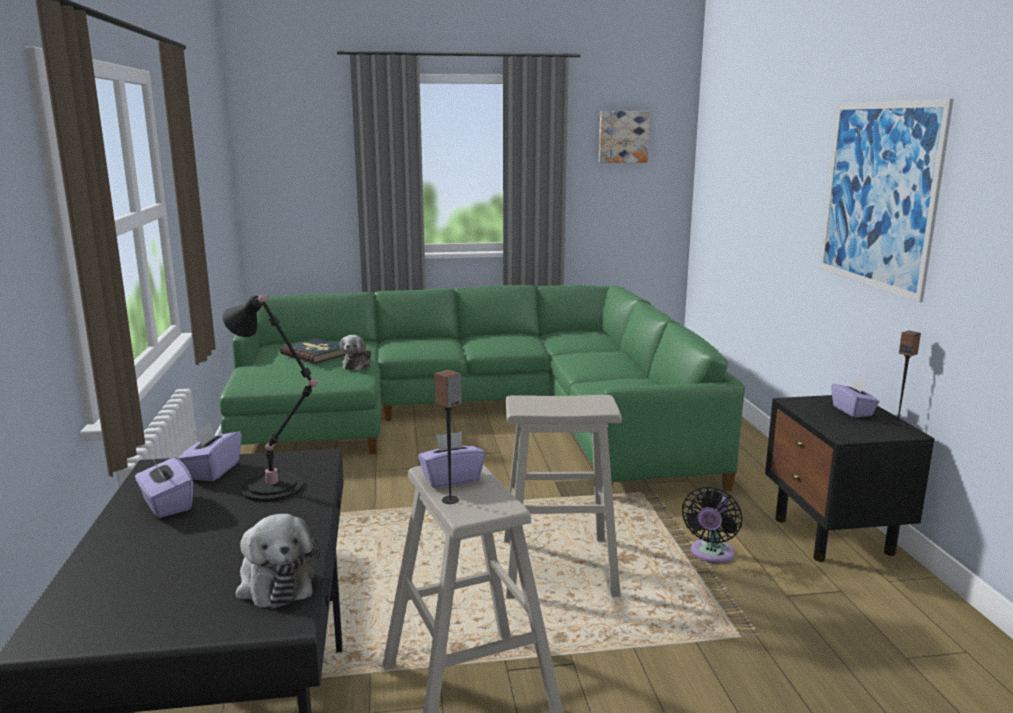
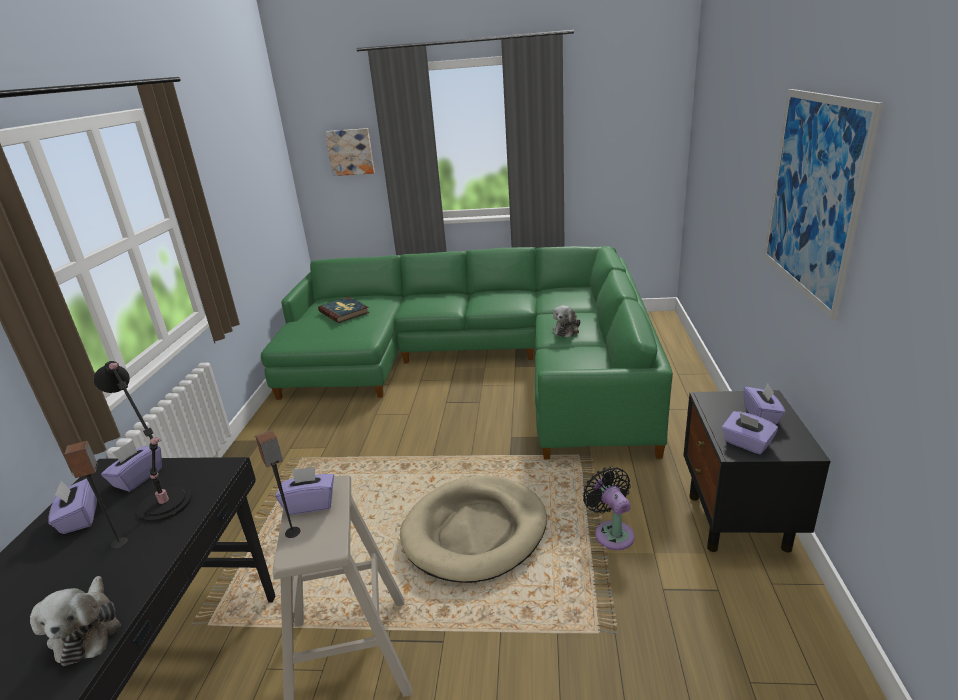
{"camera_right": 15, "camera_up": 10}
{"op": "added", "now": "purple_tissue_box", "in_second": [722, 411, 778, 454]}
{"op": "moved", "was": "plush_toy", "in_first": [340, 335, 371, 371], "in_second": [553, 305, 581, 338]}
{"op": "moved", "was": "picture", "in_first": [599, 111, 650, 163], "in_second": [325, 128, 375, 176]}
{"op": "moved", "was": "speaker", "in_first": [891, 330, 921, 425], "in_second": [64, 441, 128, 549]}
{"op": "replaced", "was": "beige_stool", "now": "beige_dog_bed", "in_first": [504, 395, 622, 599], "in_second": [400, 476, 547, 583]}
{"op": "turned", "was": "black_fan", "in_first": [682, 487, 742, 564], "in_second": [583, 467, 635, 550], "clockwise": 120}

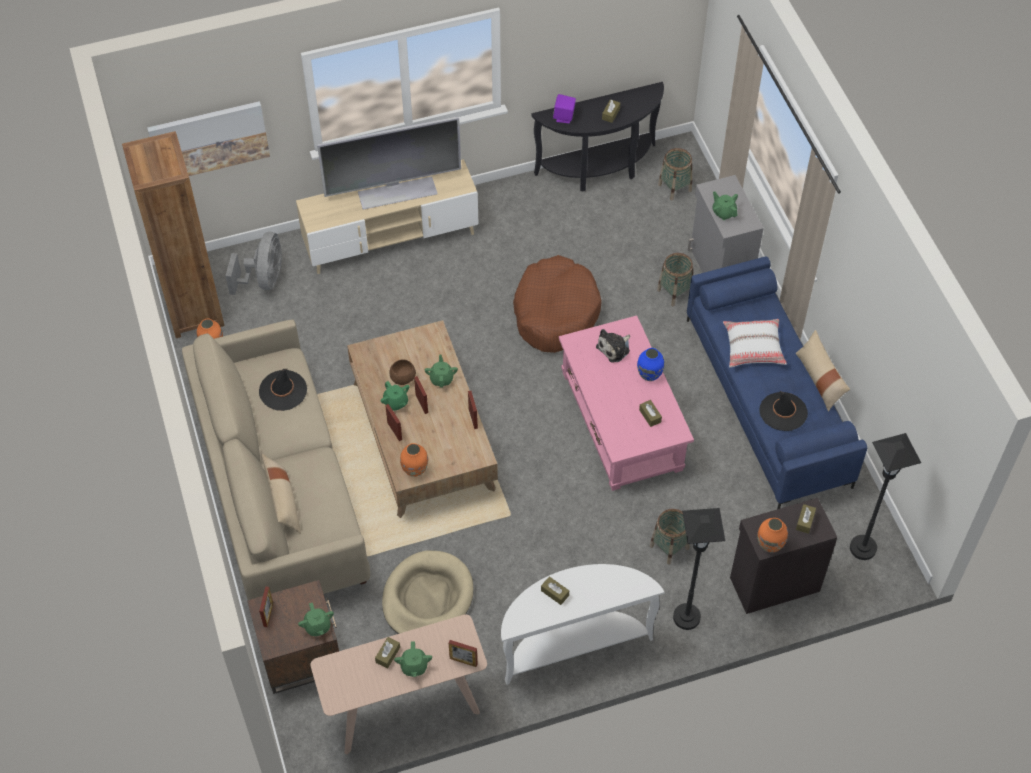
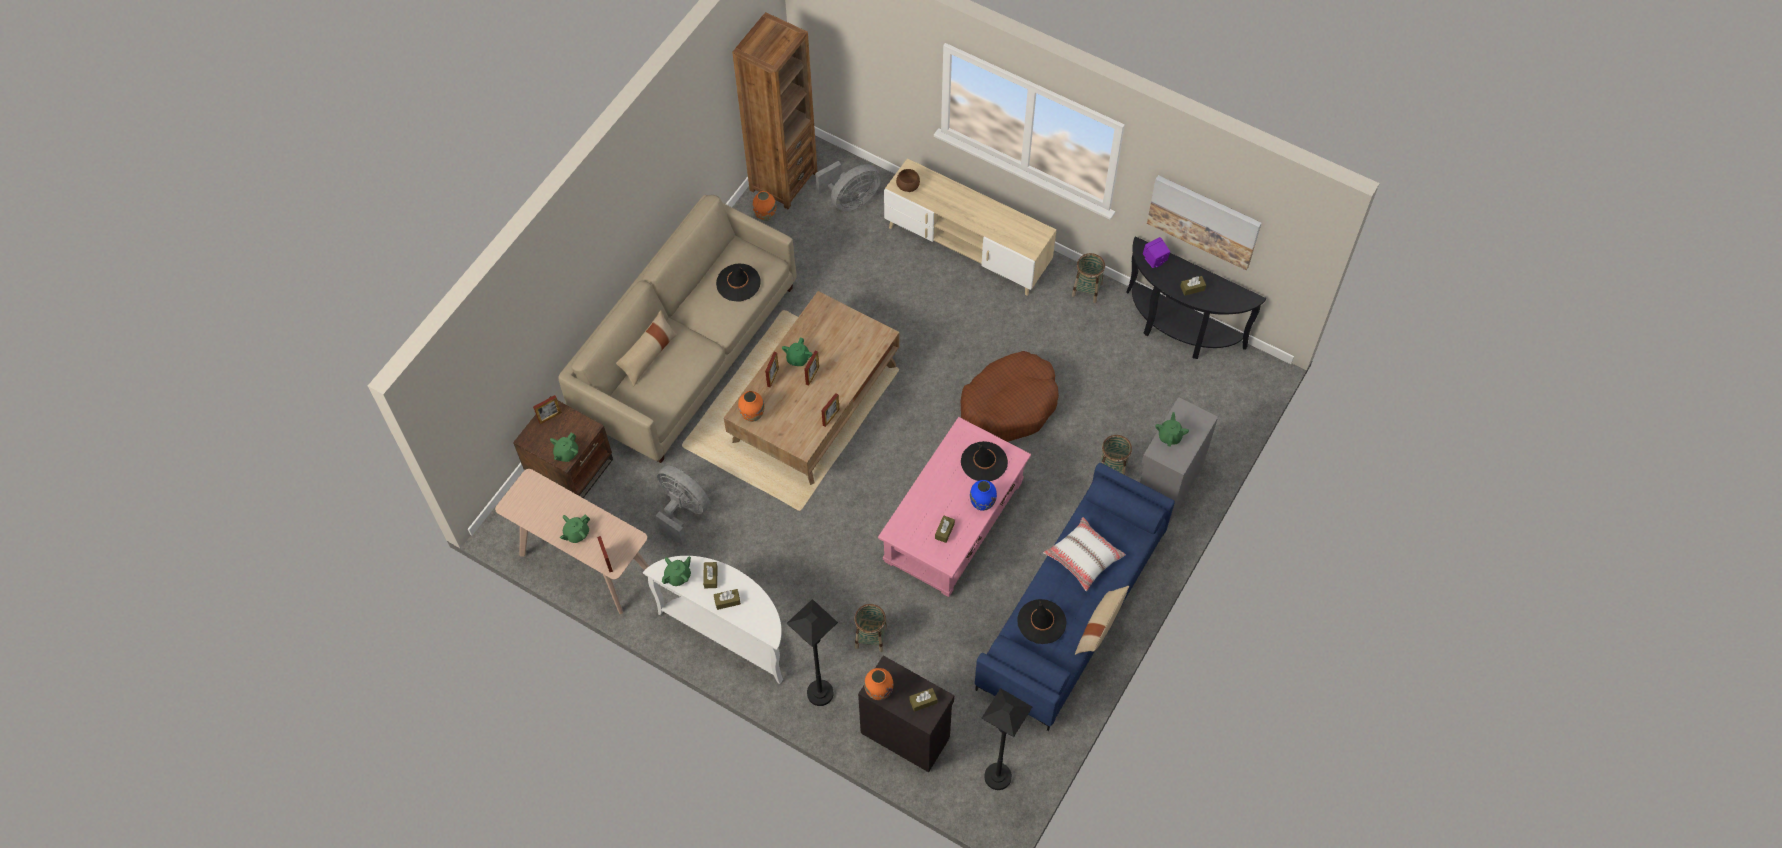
{"camera_right": 50, "camera_up": 5}
{"op": "removed", "was": "television", "in_first": [317, 117, 461, 210]}
{"op": "moved", "was": "picture", "in_first": [147, 101, 270, 176], "in_second": [1147, 175, 1261, 270]}
{"op": "moved", "was": "brown_tissue_box", "in_first": [375, 637, 400, 668], "in_second": [714, 589, 741, 610]}
{"op": "moved", "was": "brown_bowl", "in_first": [389, 359, 416, 385], "in_second": [896, 169, 920, 192]}
{"op": "moved", "was": "green_teapot", "in_first": [425, 354, 458, 387], "in_second": [662, 556, 691, 586]}
{"op": "moved", "was": "basket", "in_first": [658, 148, 692, 200], "in_second": [1072, 253, 1105, 303]}
{"op": "replaced", "was": "beige_dog_bed", "now": "grey_fan", "in_first": [382, 551, 474, 634], "in_second": [656, 465, 710, 546]}
{"op": "replaced", "was": "plush_toy", "now": "black_hat", "in_first": [596, 329, 630, 363], "in_second": [961, 441, 1008, 481]}

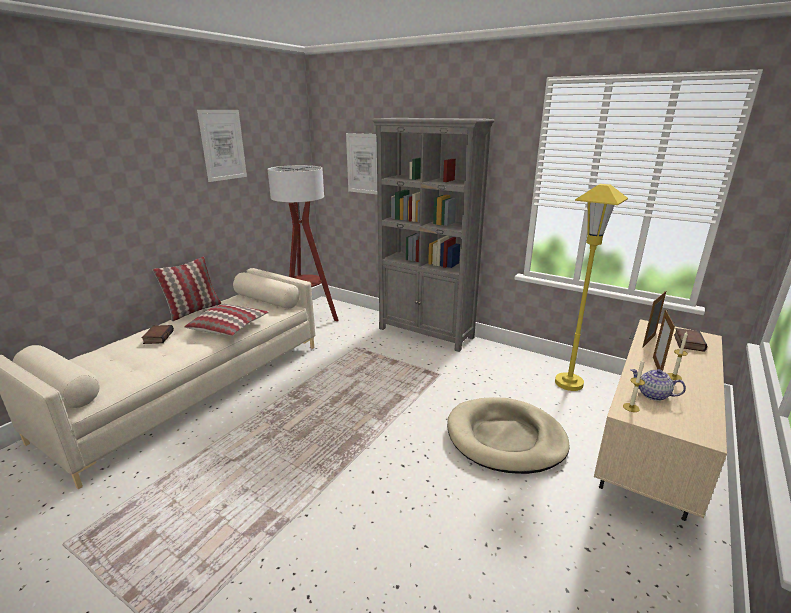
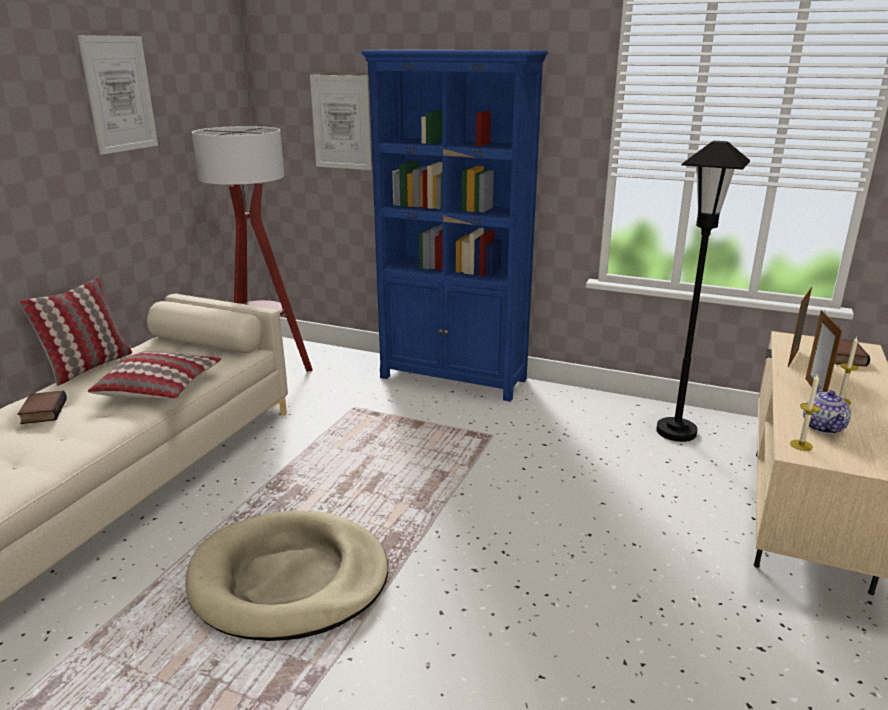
{"camera_right": -10, "camera_up": 0}
{"op": "moved", "was": "beige_dog_bed", "in_first": [447, 397, 570, 474], "in_second": [185, 510, 388, 641]}
{"op": "recoloured", "was": "grey_bookcase", "now": "blue_bookcase", "in_first": [372, 118, 495, 352], "in_second": [361, 50, 548, 402]}
{"op": "recoloured", "was": "yellow_floor_lamp", "now": "black_floor_lamp", "in_first": [555, 184, 628, 391], "in_second": [656, 141, 750, 442]}
{"op": "turned", "was": "teapot", "in_first": [630, 369, 686, 401], "in_second": [803, 387, 851, 434], "clockwise": -105}

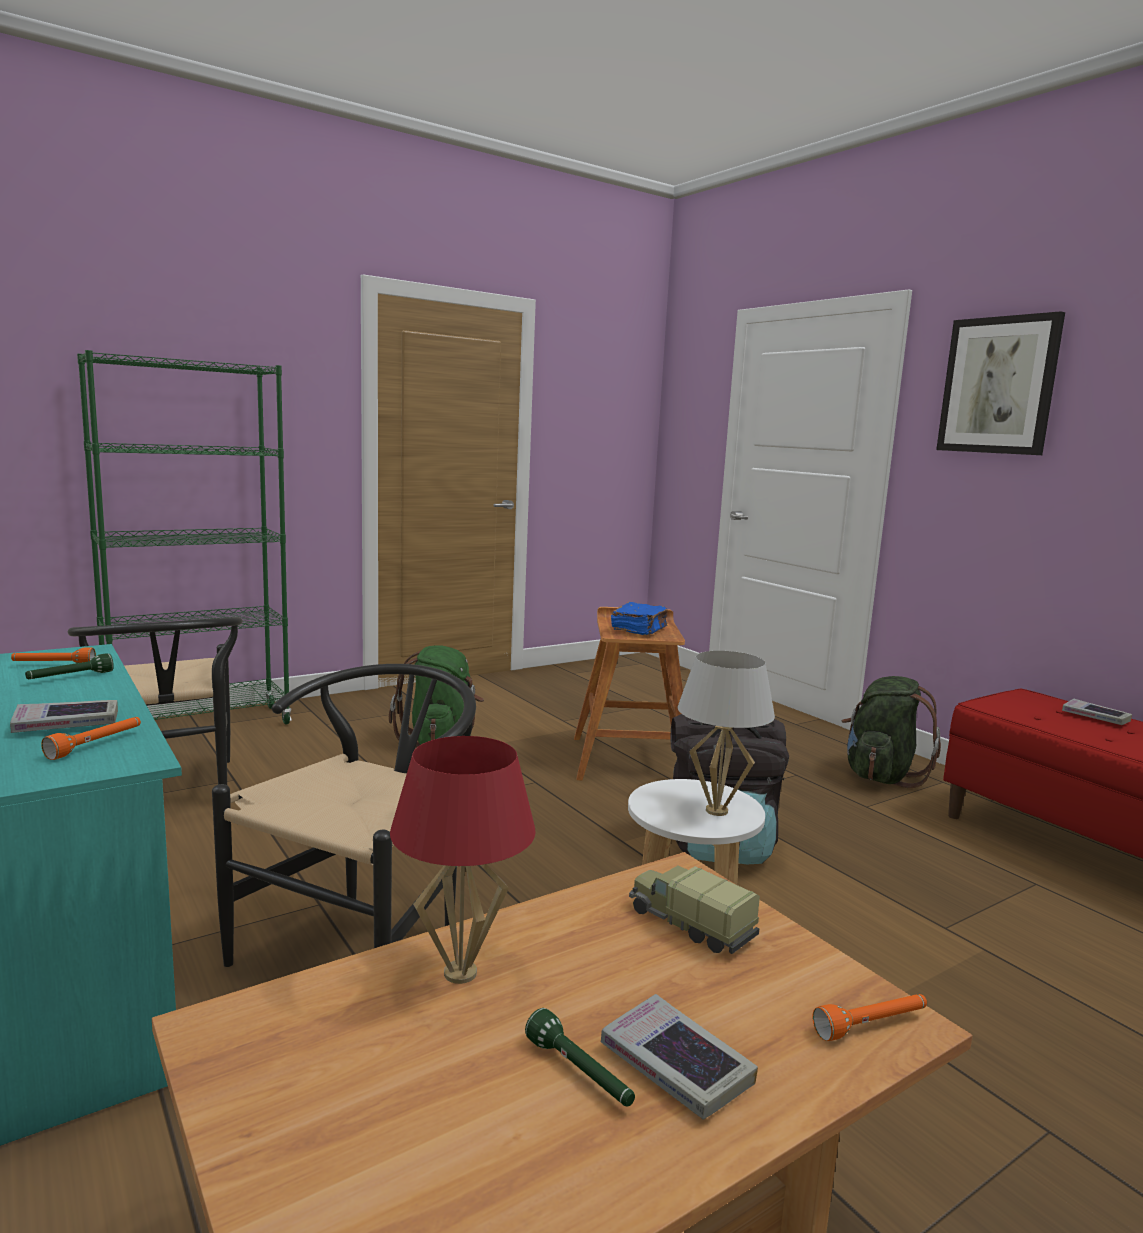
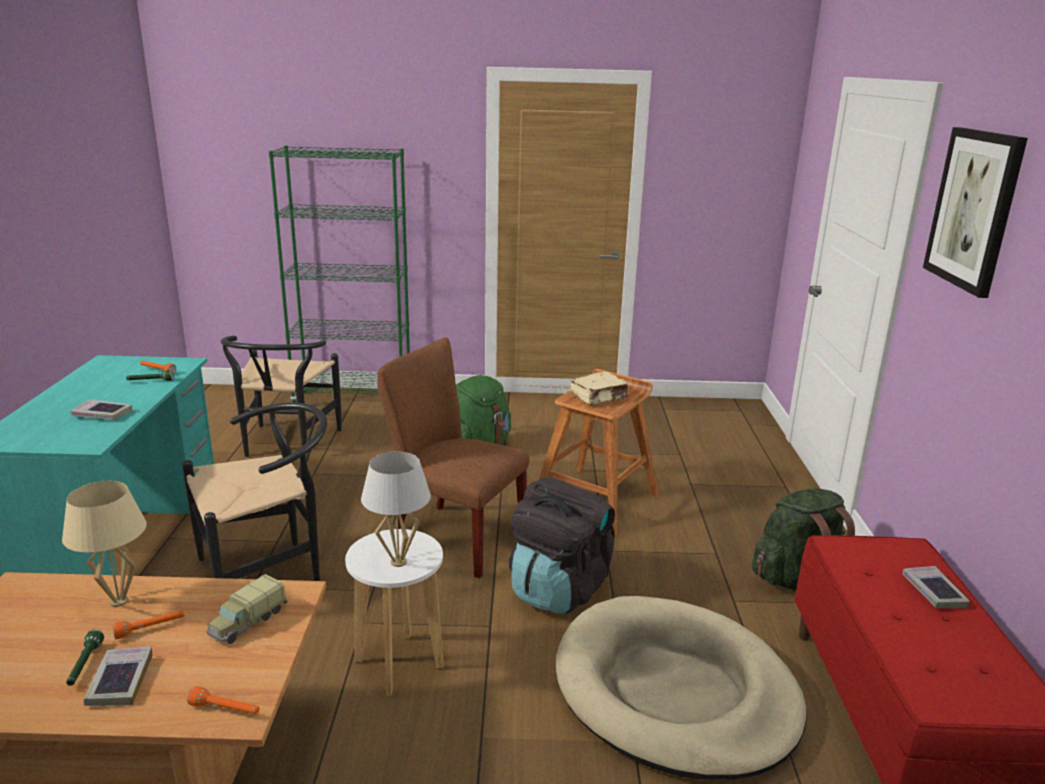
{"camera_right": 35, "camera_up": 10}
{"op": "added", "now": "brown_chair", "in_second": [377, 338, 530, 579]}
{"op": "added", "now": "beige_dog_bed", "in_second": [556, 596, 807, 780]}
{"op": "moved", "was": "orange_flashlight", "in_first": [41, 717, 141, 760], "in_second": [113, 610, 185, 640]}
{"op": "recoloured", "was": "red_table_lamp", "now": "beige_table_lamp", "in_first": [390, 736, 536, 984], "in_second": [62, 481, 147, 607]}
{"op": "recoloured", "was": "blue_book", "now": "beige_book", "in_first": [611, 602, 668, 635], "in_second": [570, 371, 628, 405]}
{"op": "turned", "was": "toy_truck", "in_first": [629, 866, 760, 954], "in_second": [206, 574, 287, 644], "clockwise": -135}

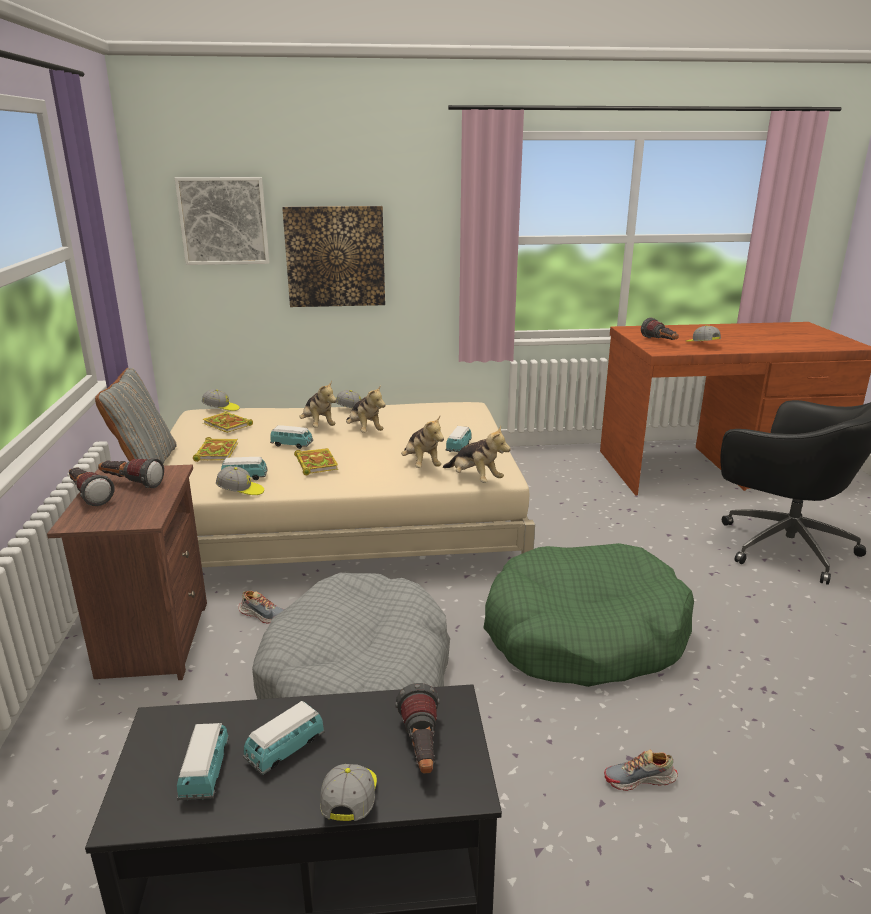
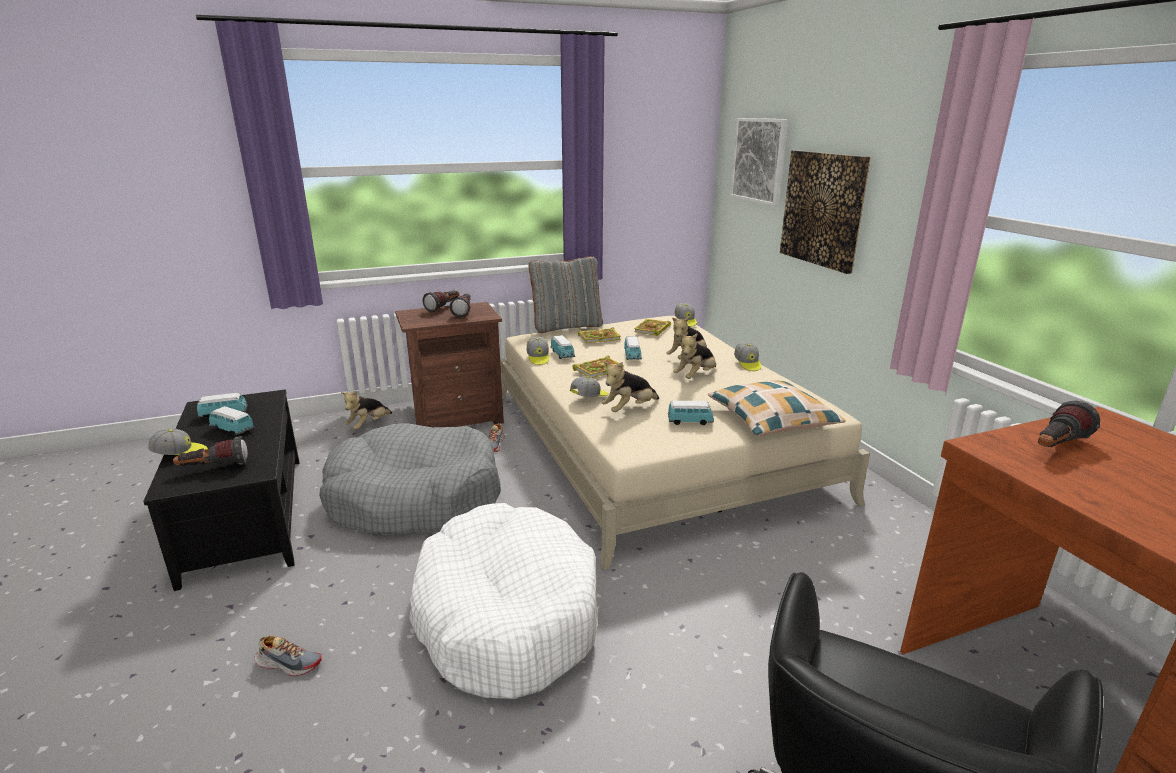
{"camera_right": 75, "camera_up": 0}
{"op": "added", "now": "pillow", "in_second": [708, 381, 846, 436]}
{"op": "moved", "was": "plush_toy", "in_first": [443, 426, 511, 483], "in_second": [341, 390, 392, 430]}
{"op": "moved", "was": "cap", "in_first": [686, 325, 721, 342], "in_second": [570, 376, 609, 397]}
{"op": "recoloured", "was": "green_dog_bed", "now": "white_dog_bed", "in_first": [483, 543, 694, 687], "in_second": [409, 503, 598, 699]}
{"op": "turned", "was": "shoe", "in_first": [604, 749, 678, 791], "in_second": [254, 636, 321, 676], "clockwise": 120}

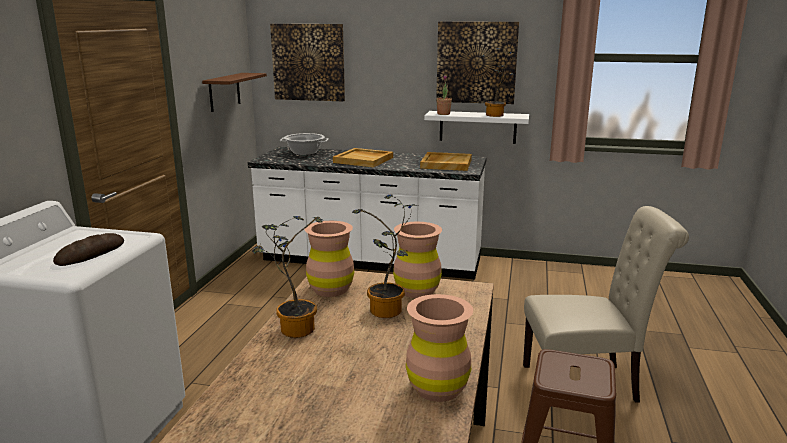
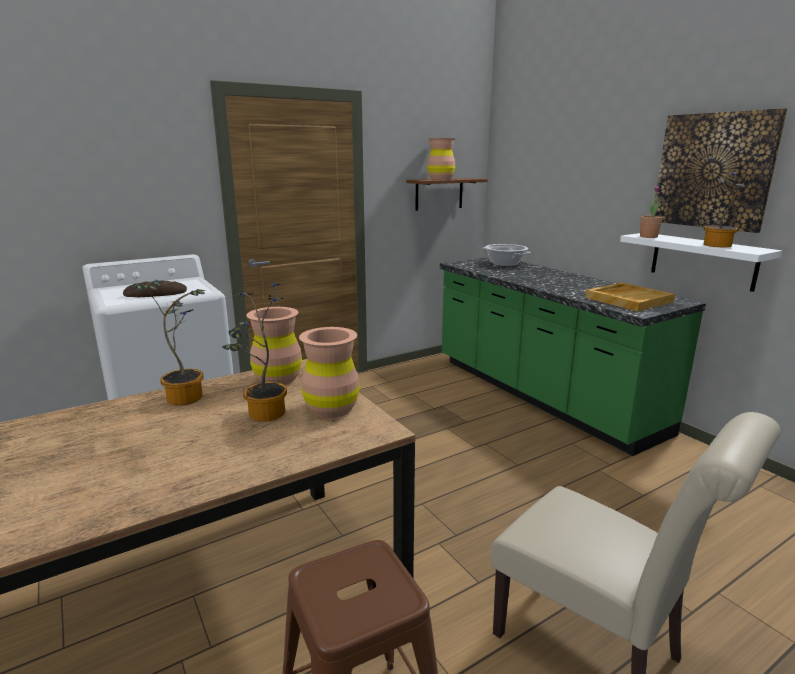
{"camera_right": 45, "camera_up": 0}
{"op": "removed", "was": "picture", "in_first": [270, 24, 345, 101]}
{"op": "removed", "was": "beige_tray", "in_first": [333, 148, 393, 167]}
{"op": "moved", "was": "brown_vase", "in_first": [406, 294, 473, 402], "in_second": [427, 138, 456, 180]}
{"op": "recoloured", "was": "white_counter", "now": "green_counter", "in_first": [248, 147, 487, 279], "in_second": [440, 257, 706, 456]}

